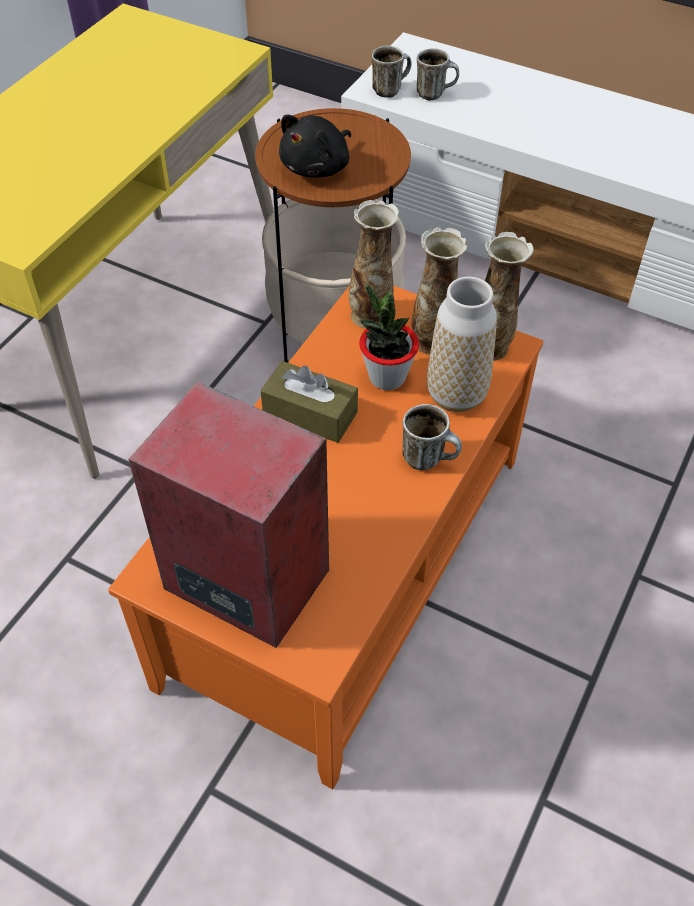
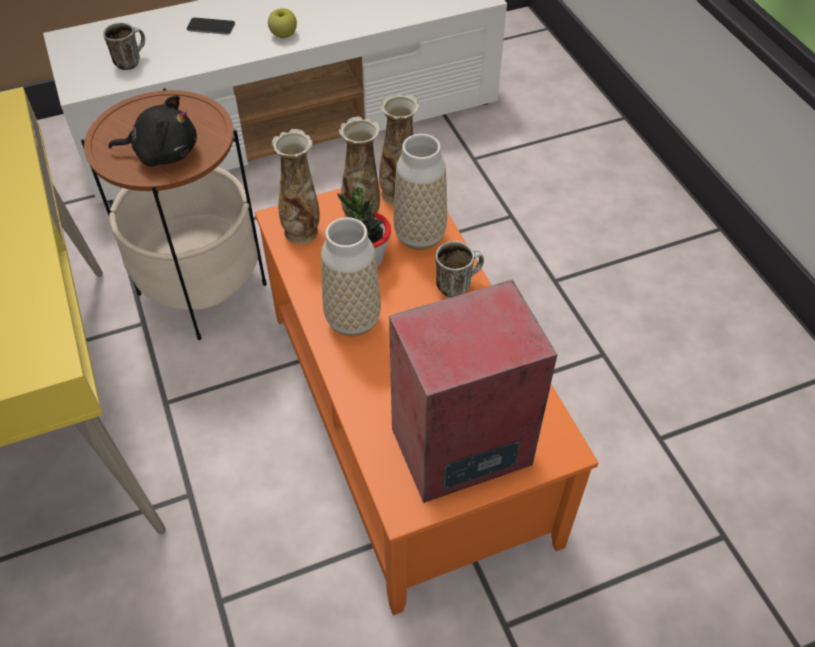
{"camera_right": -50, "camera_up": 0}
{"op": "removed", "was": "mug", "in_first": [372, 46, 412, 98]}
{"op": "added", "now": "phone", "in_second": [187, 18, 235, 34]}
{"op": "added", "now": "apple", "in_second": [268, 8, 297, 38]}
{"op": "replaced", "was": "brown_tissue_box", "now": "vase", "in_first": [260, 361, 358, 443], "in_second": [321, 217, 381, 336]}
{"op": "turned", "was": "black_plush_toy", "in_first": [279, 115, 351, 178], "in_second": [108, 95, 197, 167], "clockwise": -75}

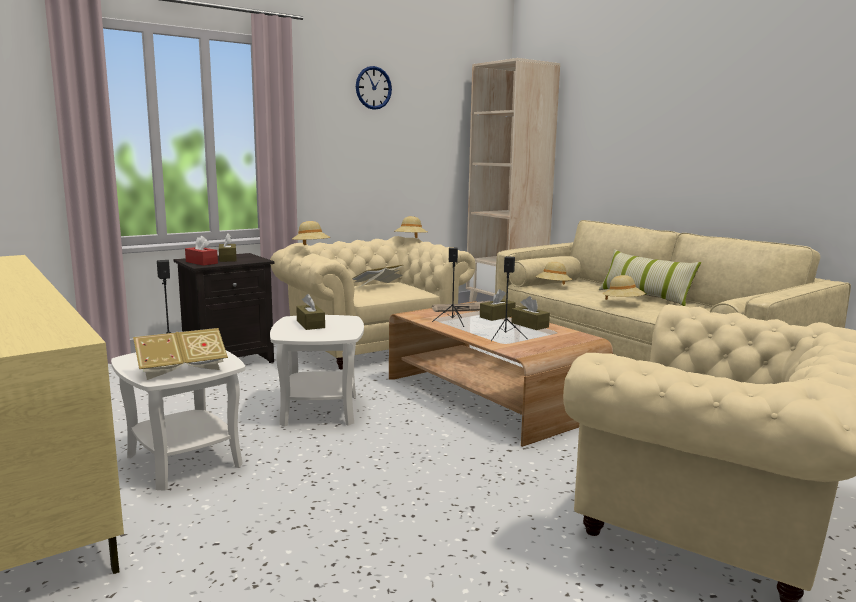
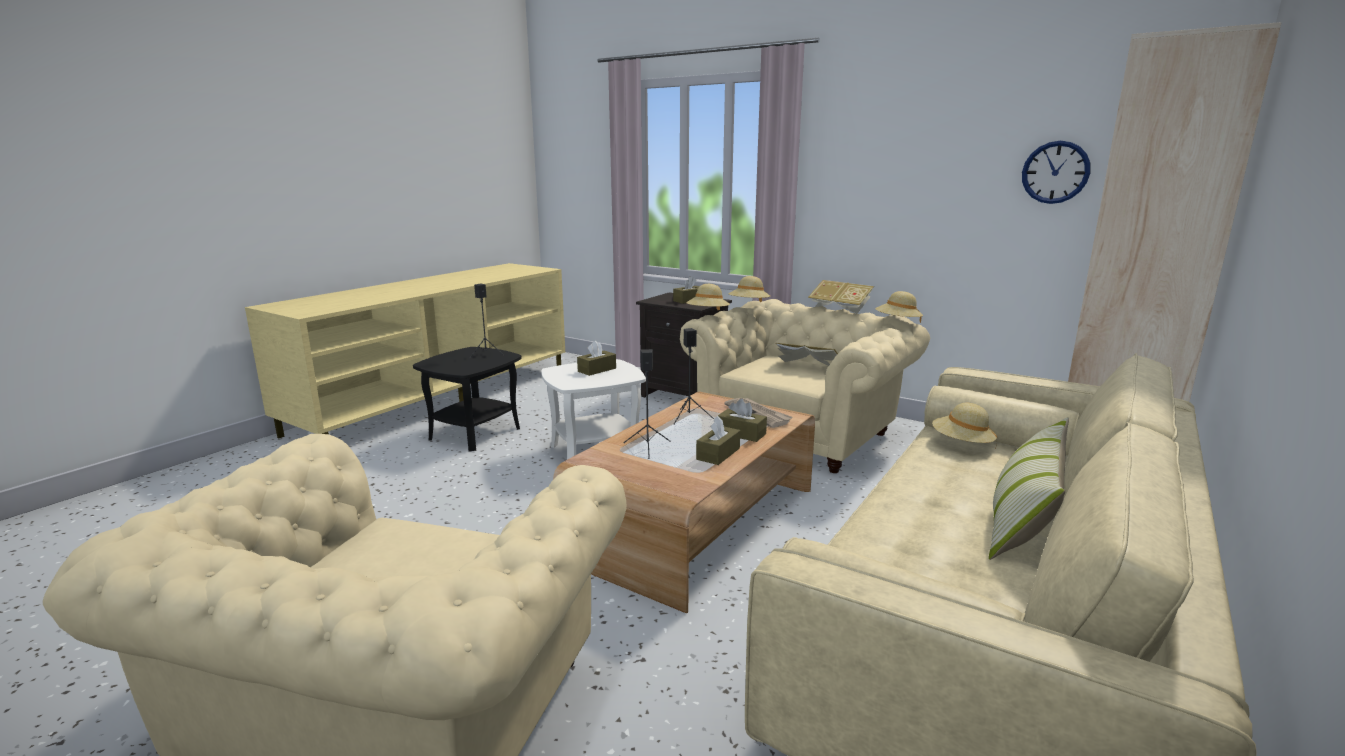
{"camera_right": 70, "camera_up": 5}
{"op": "removed", "was": "red_tissue_box", "in_first": [185, 236, 218, 266]}
{"op": "moved", "was": "book", "in_first": [133, 328, 228, 380], "in_second": [808, 280, 874, 314]}
{"op": "moved", "was": "wall_clock", "in_first": [356, 66, 392, 110], "in_second": [1022, 141, 1090, 204]}
{"op": "moved", "was": "beige_hat", "in_first": [603, 275, 646, 300], "in_second": [686, 284, 730, 310]}
{"op": "recoloured", "was": "white_side_table", "now": "black_side_table", "in_first": [111, 351, 245, 491], "in_second": [413, 347, 522, 451]}

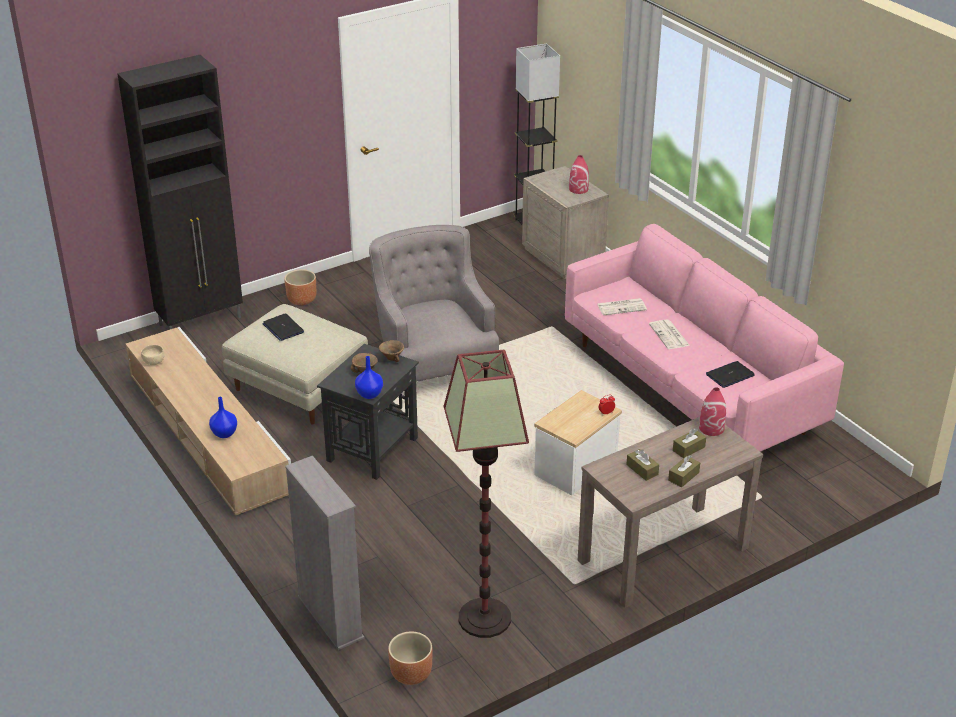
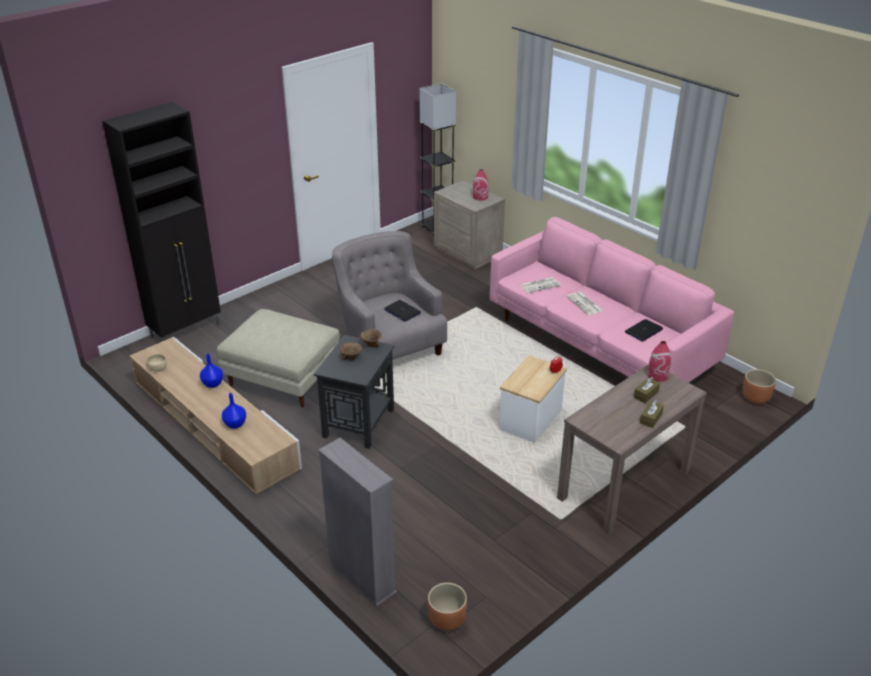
{"camera_right": -10, "camera_up": 0}
{"op": "removed", "was": "floor_lamp", "in_first": [444, 350, 529, 638]}
{"op": "removed", "was": "brown_tissue_box", "in_first": [626, 449, 659, 481]}
{"op": "moved", "was": "laptop", "in_first": [262, 313, 304, 341], "in_second": [384, 300, 421, 322]}
{"op": "moved", "was": "brown_planter", "in_first": [284, 269, 316, 305], "in_second": [742, 369, 776, 404]}
{"op": "moved", "was": "blue_vase", "in_first": [355, 356, 383, 399], "in_second": [200, 353, 223, 388]}

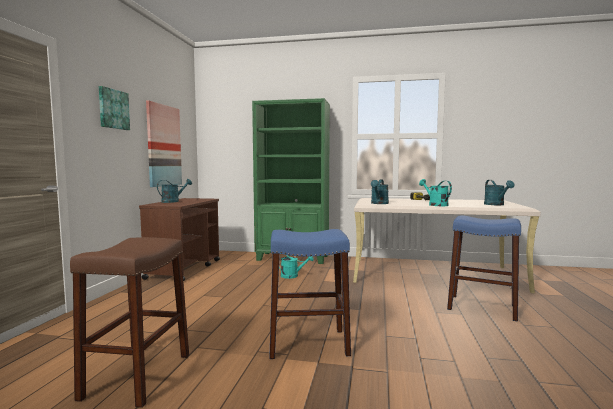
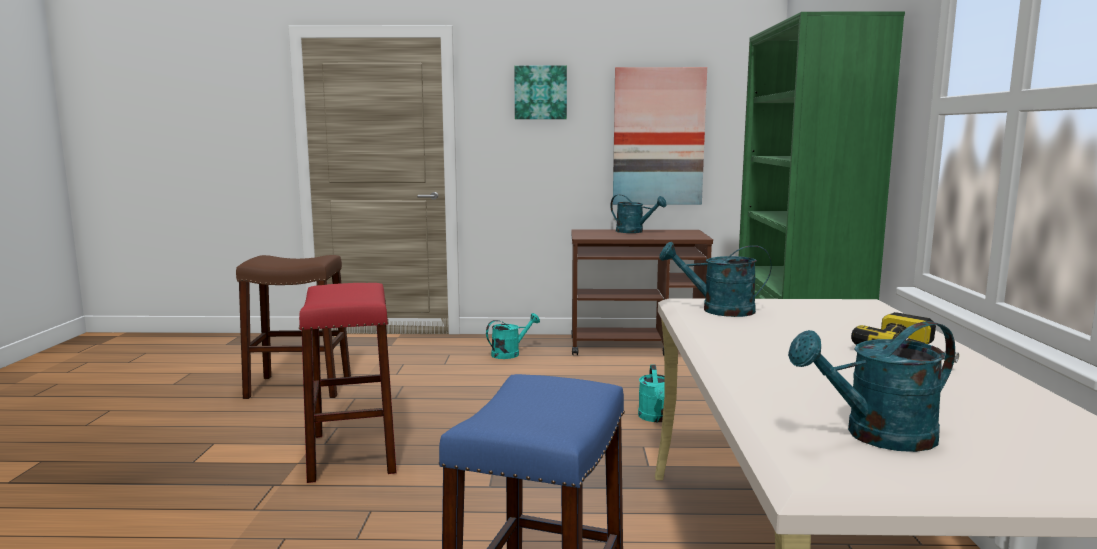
{"camera_right": 80, "camera_up": 5}
{"op": "moved", "was": "turquoise_watering_can", "in_first": [419, 179, 452, 206], "in_second": [486, 313, 540, 359]}
{"op": "recoloured", "was": "blue_stool", "now": "red_stool", "in_first": [269, 229, 351, 359], "in_second": [299, 283, 397, 483]}

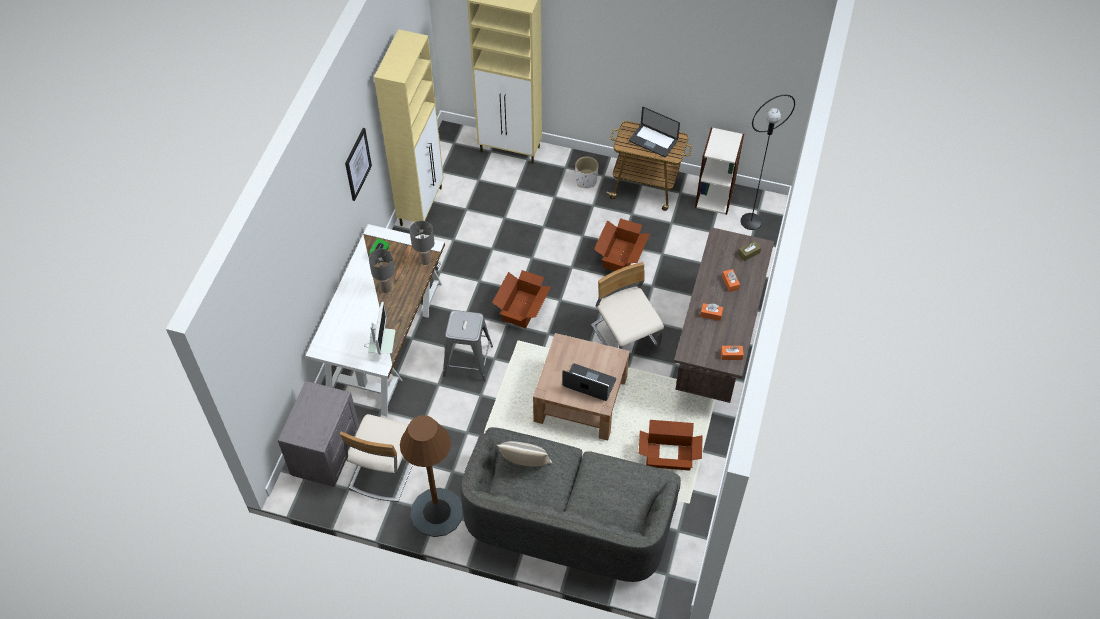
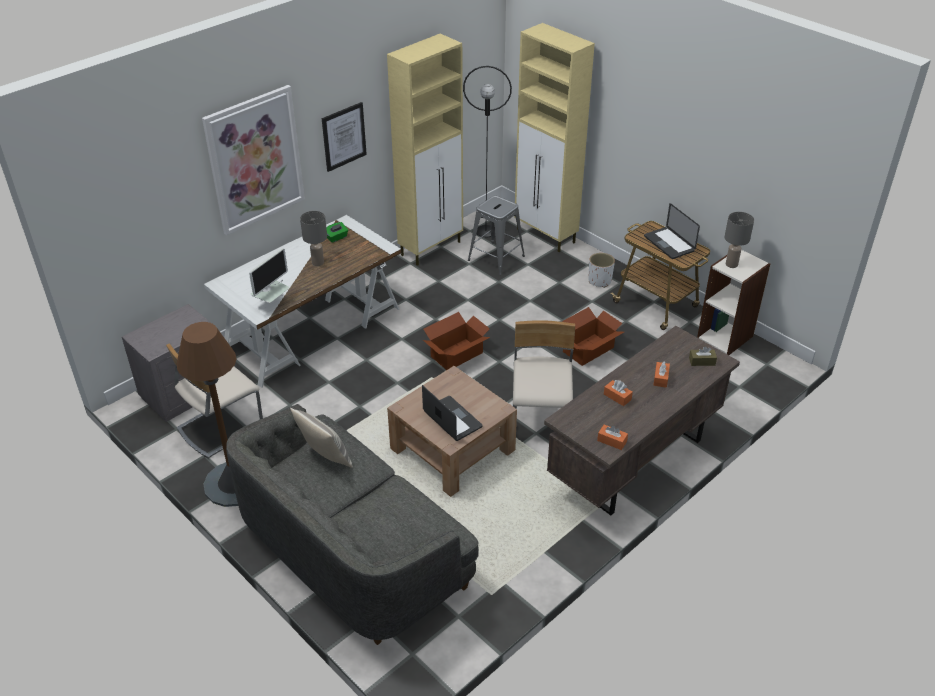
{"camera_right": 30, "camera_up": -15}
{"op": "removed", "was": "cardboard_box", "in_first": [639, 420, 703, 471]}
{"op": "added", "now": "picture", "in_second": [202, 85, 305, 235]}
{"op": "moved", "was": "grey_table_lamp", "in_first": [410, 221, 434, 265], "in_second": [725, 212, 754, 268]}
{"op": "moved", "was": "grey_stool", "in_first": [443, 310, 493, 382], "in_second": [468, 195, 525, 275]}
{"op": "moved", "was": "black_floor_lamp", "in_first": [740, 95, 795, 230], "in_second": [463, 66, 512, 238]}

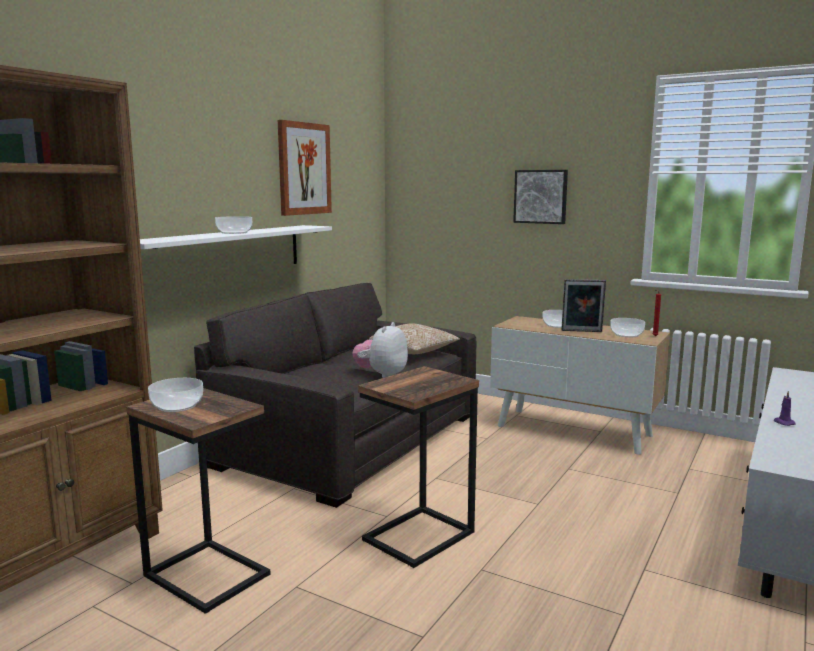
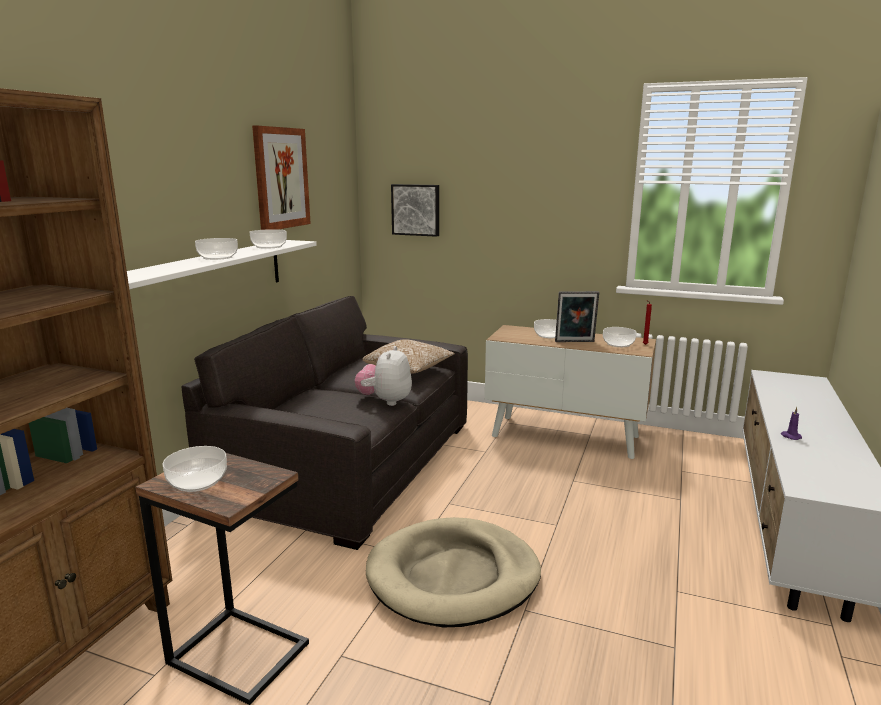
{"camera_right": -10, "camera_up": 5}
{"op": "added", "now": "bowl", "in_second": [250, 229, 287, 249]}
{"op": "moved", "was": "picture", "in_first": [513, 170, 568, 224], "in_second": [391, 184, 439, 237]}
{"op": "replaced", "was": "side_table", "now": "beige_dog_bed", "in_first": [358, 366, 479, 568], "in_second": [366, 517, 541, 628]}

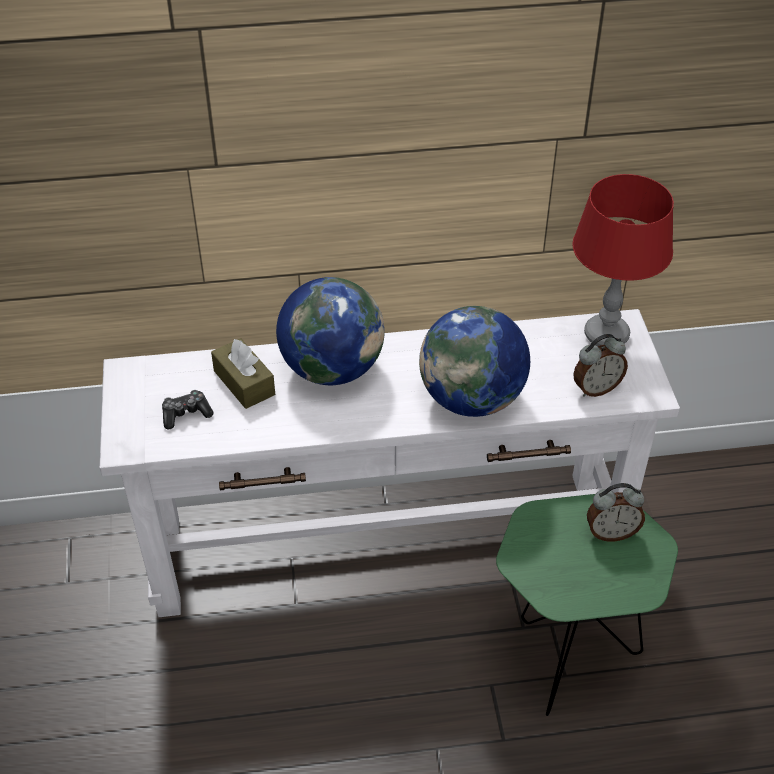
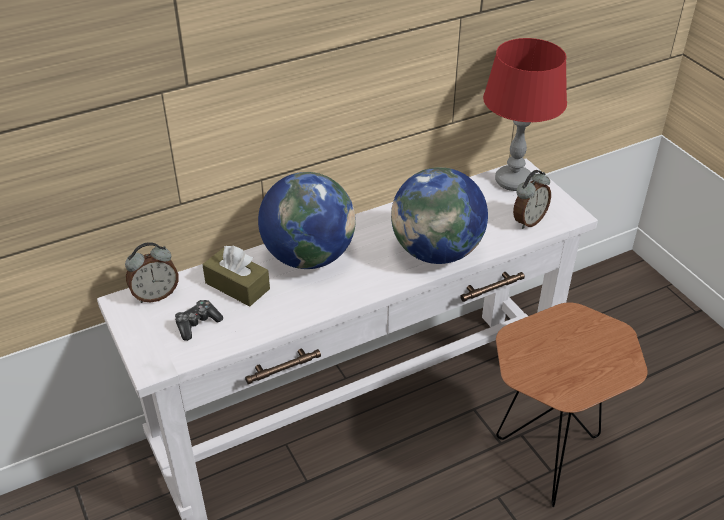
{"camera_right": -20, "camera_up": -5}
{"op": "moved", "was": "alarm_clock", "in_first": [587, 483, 645, 542], "in_second": [125, 242, 179, 303]}
{"op": "recoloured", "was": "green_side_table", "now": "brown_side_table", "in_first": [496, 494, 678, 716], "in_second": [496, 302, 648, 507]}

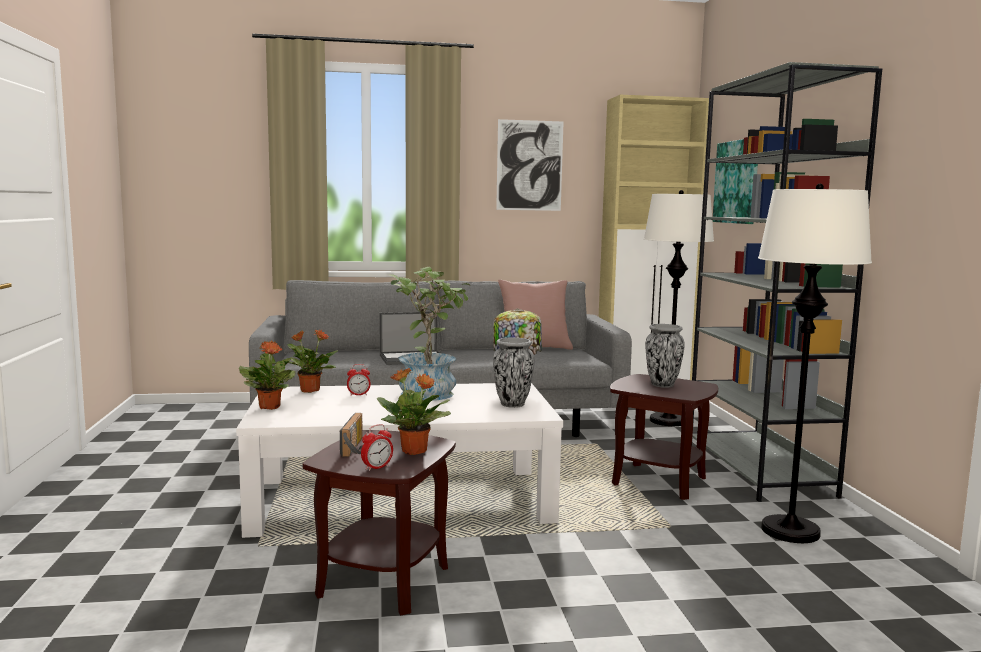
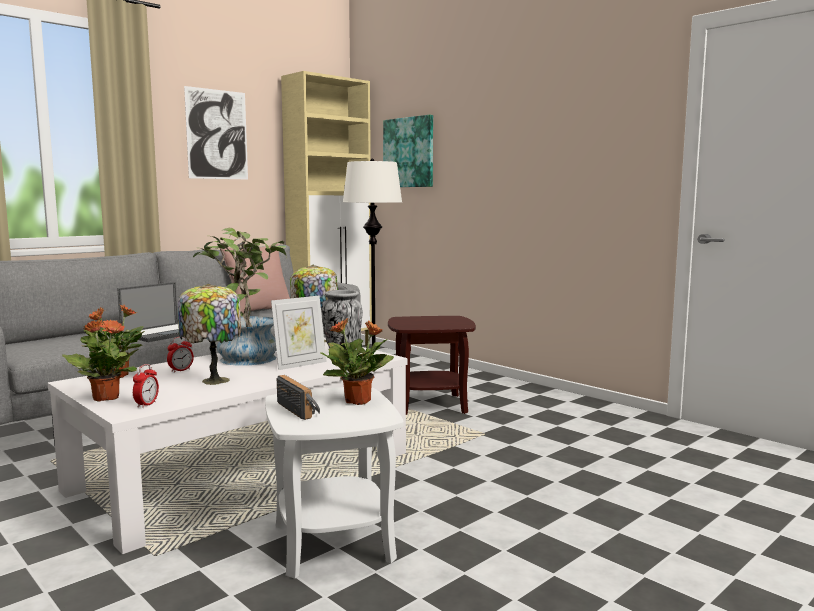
{"camera_right": -35, "camera_up": 0}
{"op": "removed", "was": "vase", "in_first": [646, 324, 685, 388]}
{"op": "removed", "was": "grey_bookcase", "in_first": [692, 62, 882, 502]}
{"op": "removed", "was": "white_floor_lamp", "in_first": [758, 184, 872, 543]}
{"op": "added", "now": "table_lamp", "in_second": [178, 284, 241, 385]}
{"op": "added", "now": "picture_frame", "in_second": [271, 295, 327, 370]}
{"op": "moved", "was": "alarm_clock", "in_first": [361, 424, 393, 471], "in_second": [133, 364, 159, 408]}
{"op": "recoloured", "was": "brown_side_table", "now": "white_side_table", "in_first": [303, 430, 456, 615], "in_second": [265, 387, 404, 579]}

